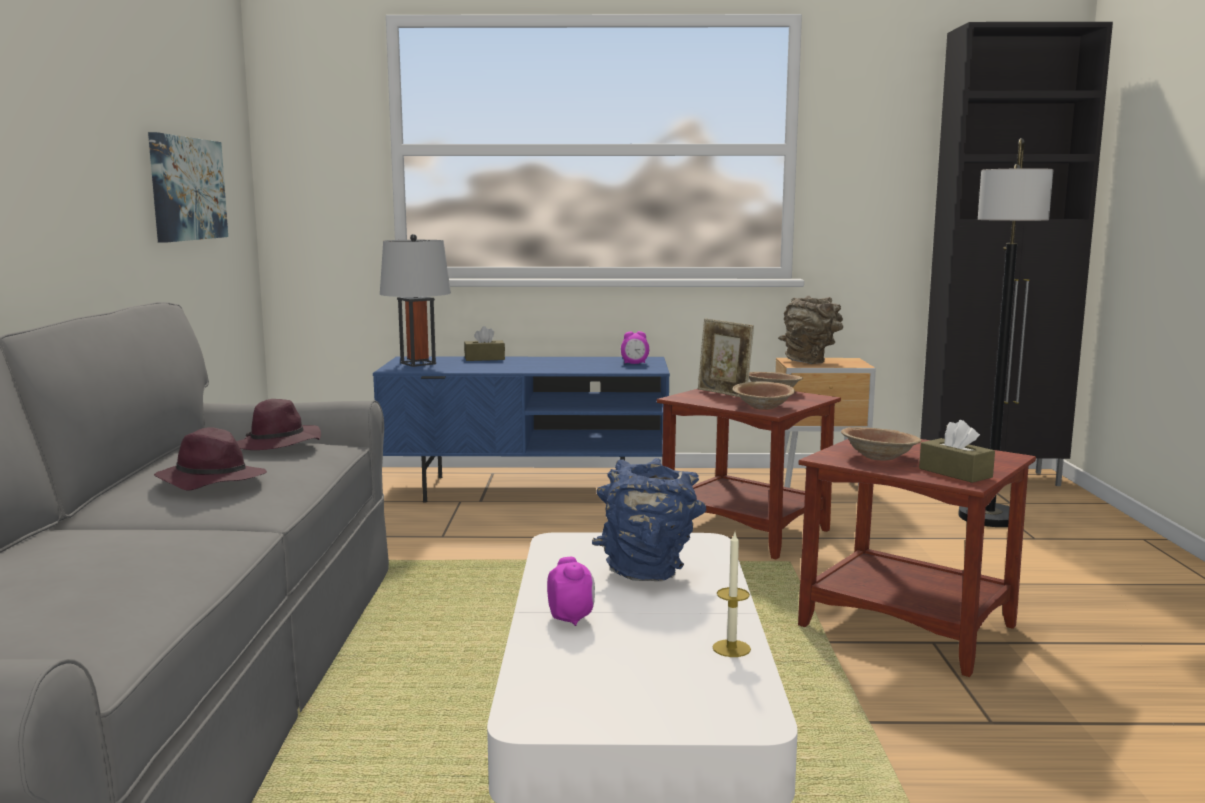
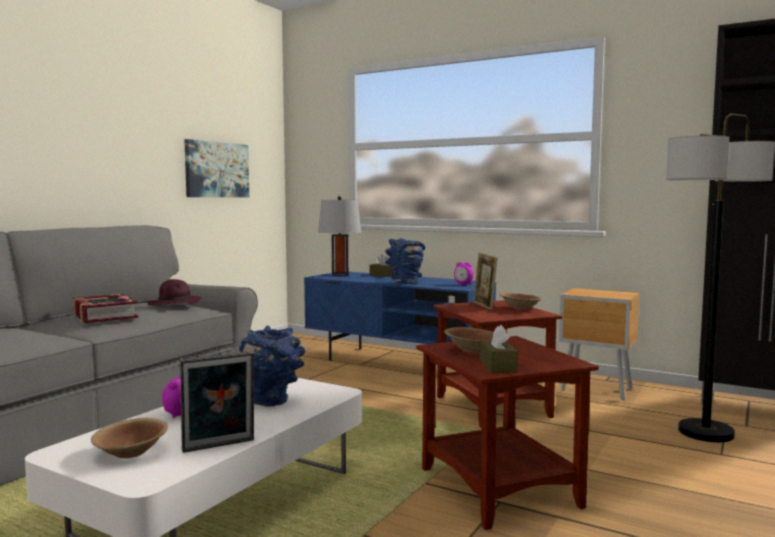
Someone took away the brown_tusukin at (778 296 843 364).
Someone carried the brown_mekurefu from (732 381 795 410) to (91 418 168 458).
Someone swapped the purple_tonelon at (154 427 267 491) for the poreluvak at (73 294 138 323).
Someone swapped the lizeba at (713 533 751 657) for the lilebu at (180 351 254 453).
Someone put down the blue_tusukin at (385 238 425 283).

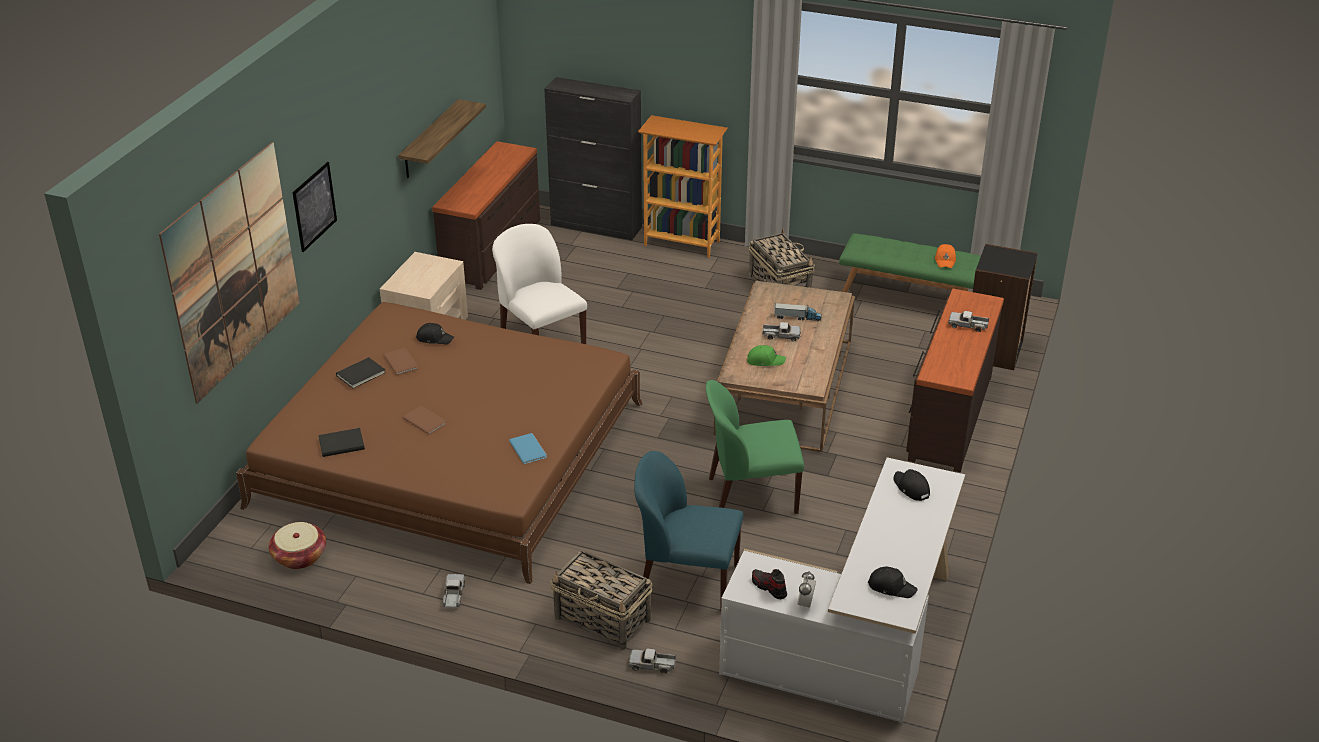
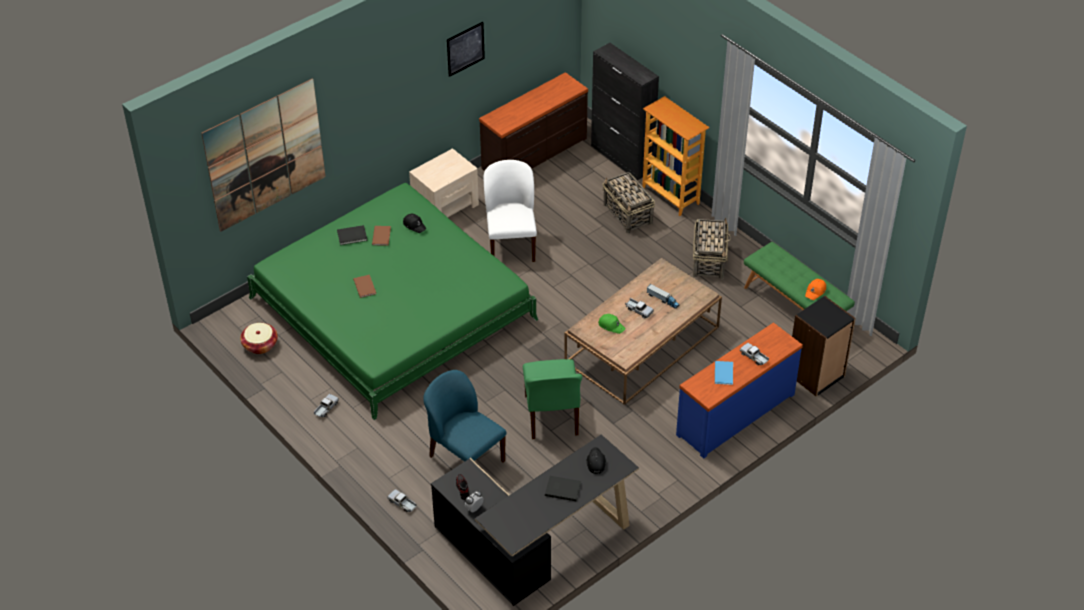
Someone took away the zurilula at (398 99 486 178).
Someone carried the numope from (292 162 337 252) to (447 22 485 77).
Someone repainted the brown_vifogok at (906 289 1004 472), which became the blue_vifogok at (676 322 803 458).
Someone repainted the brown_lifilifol at (236 302 643 584), which became the green_lifilifol at (247 183 539 420).
Someone rotated the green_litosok at (706 380 804 514) by 120 degrees counterclockwise.
Someone carried the black_poreluvak from (318 428 365 457) to (545 476 581 501).
Someone carried the blue_poreluvak from (509 433 547 464) to (715 361 733 385).
Someone repainted the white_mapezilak at (719 457 965 723), which became the black_mapezilak at (431 435 639 606).
Someone carried the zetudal from (550 550 652 650) to (603 172 655 233).
Someone took away the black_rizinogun at (868 566 918 598).

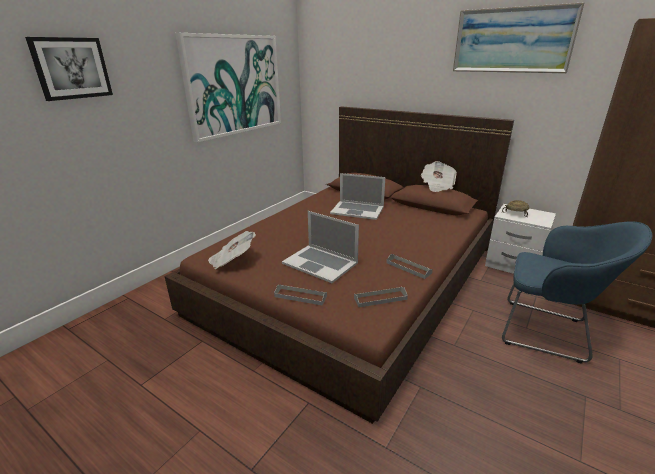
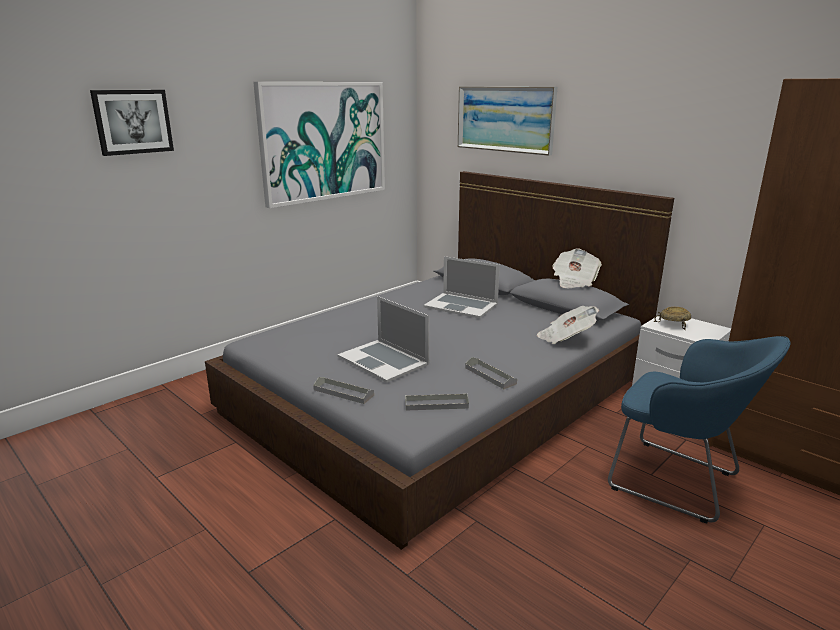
Someone carried the numope from (453 2 584 73) to (458 86 557 156).
Someone repainted the brown_lifilifol at (164 107 514 424), which became the grey_lifilifol at (205 171 674 550).
Someone carried the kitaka from (208 231 256 270) to (537 306 599 344).

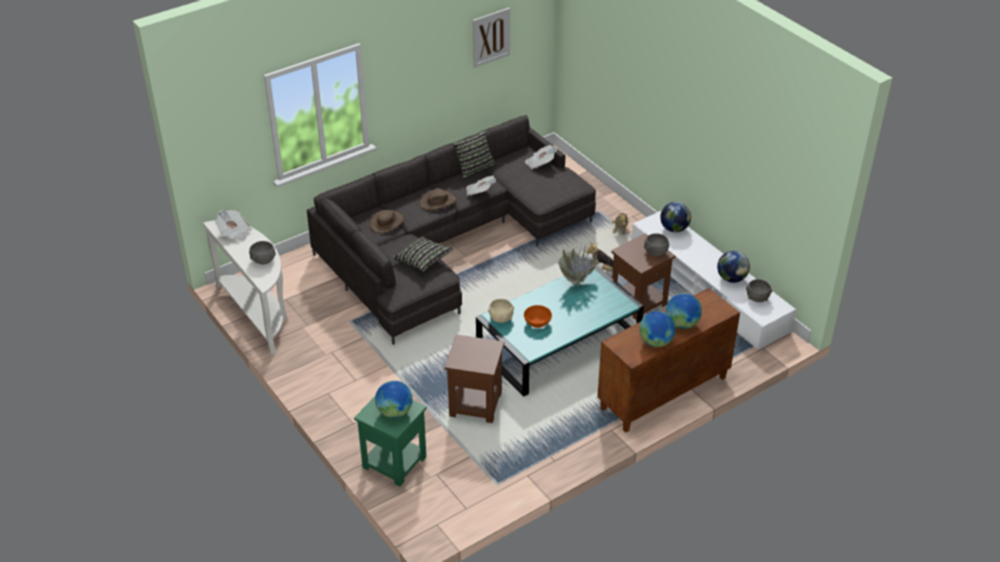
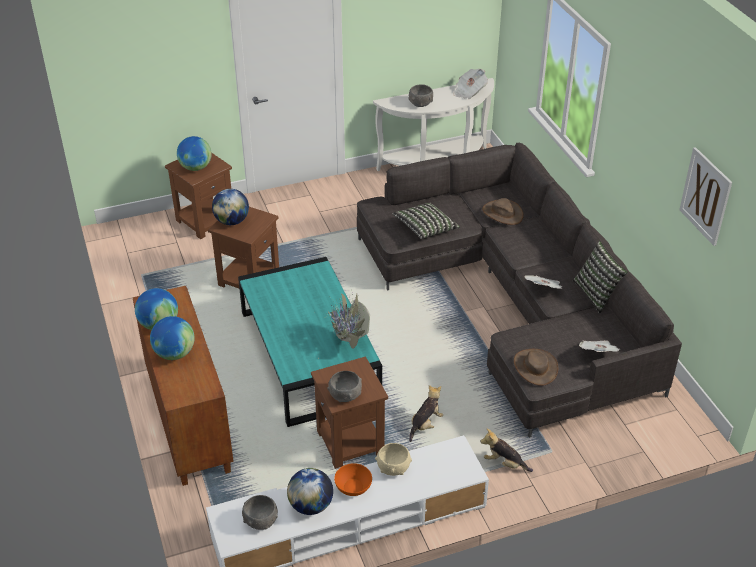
Someone carried the brown_tonelon from (419 188 456 210) to (514 349 558 386).
Someone carried the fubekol from (660 202 691 232) to (212 189 249 225).
Someone carried the beige_mekurefu from (488 299 514 323) to (375 443 412 476).
Someone carried the orange_mekurefu from (524 305 552 328) to (334 463 372 496).
Someone repainted the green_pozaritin at (354 397 427 486), which became the brown_pozaritin at (165 152 232 239).

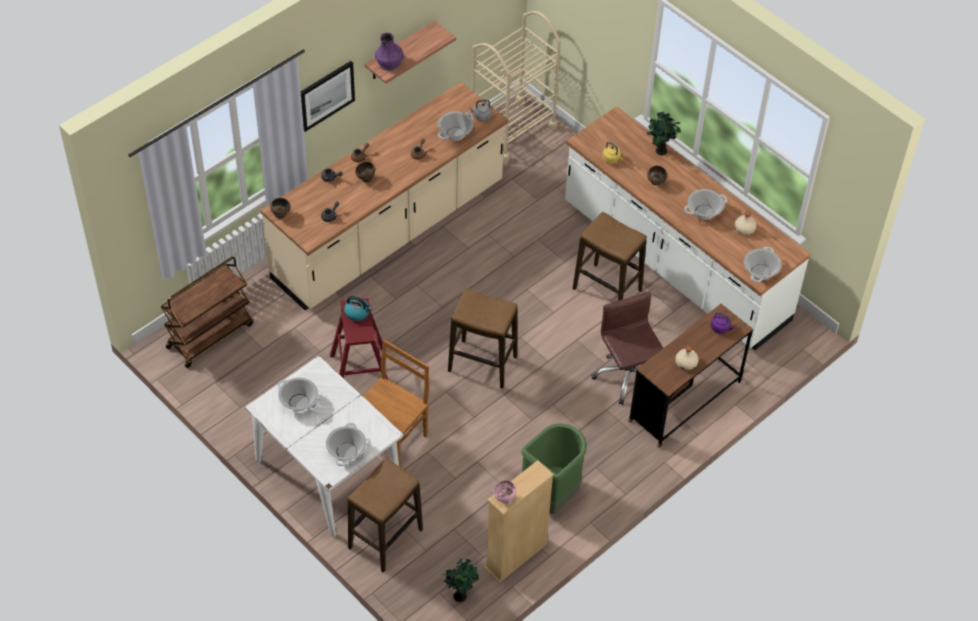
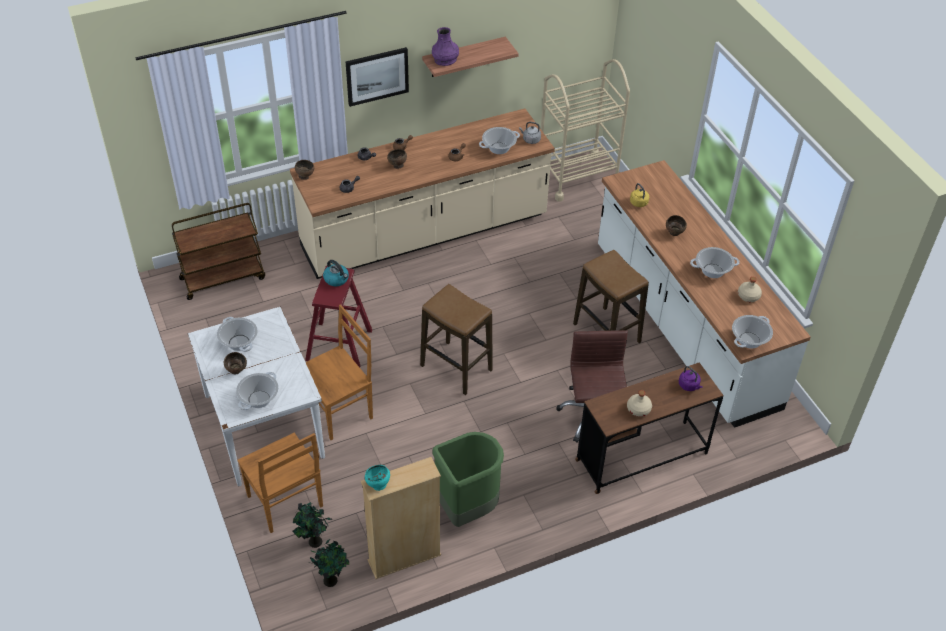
Someone carried the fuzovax from (647 111 681 155) to (292 502 332 548).
Someone swapped the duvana at (348 458 423 573) for the brown_litosok at (237 433 323 533).
Someone repainted the pink_mekurefu at (493 480 516 504), which became the turquoise_mekurefu at (365 465 390 491).
Someone put down the brown_mekurefu at (224 352 247 374).

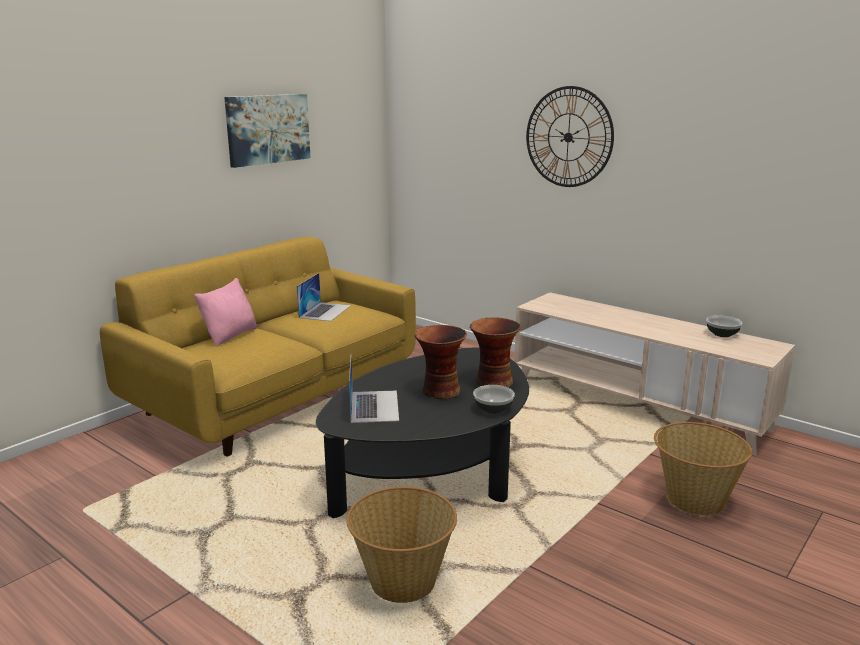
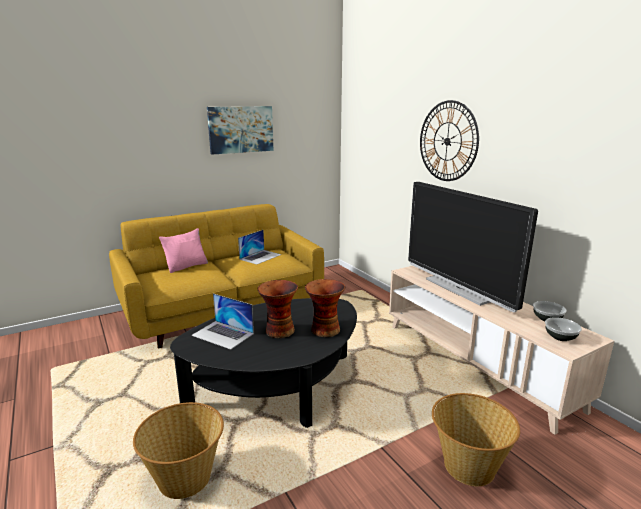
Someone rotated the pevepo at (349 358 399 423) by 105 degrees clockwise.
Someone carried the mekurefu from (473 385 515 414) to (545 317 582 341).
Someone put down the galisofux at (408 182 538 312).

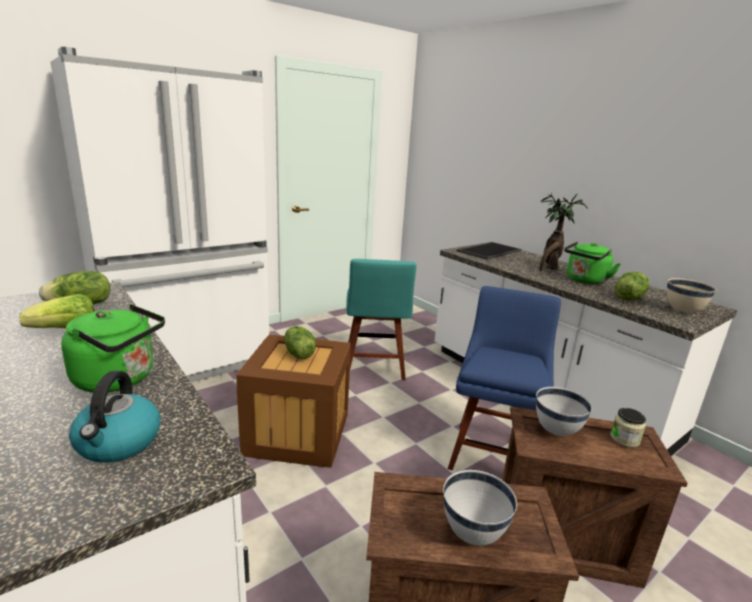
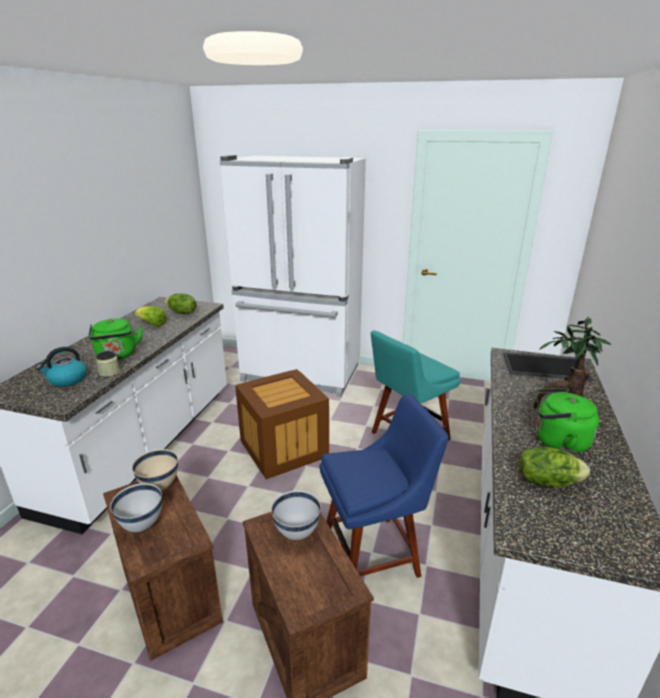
Someone carried the beige_mekurefu from (667 278 717 313) to (132 449 178 491).
Someone took away the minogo at (284 326 316 359).
Someone carried the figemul from (610 408 646 447) to (96 351 120 377).

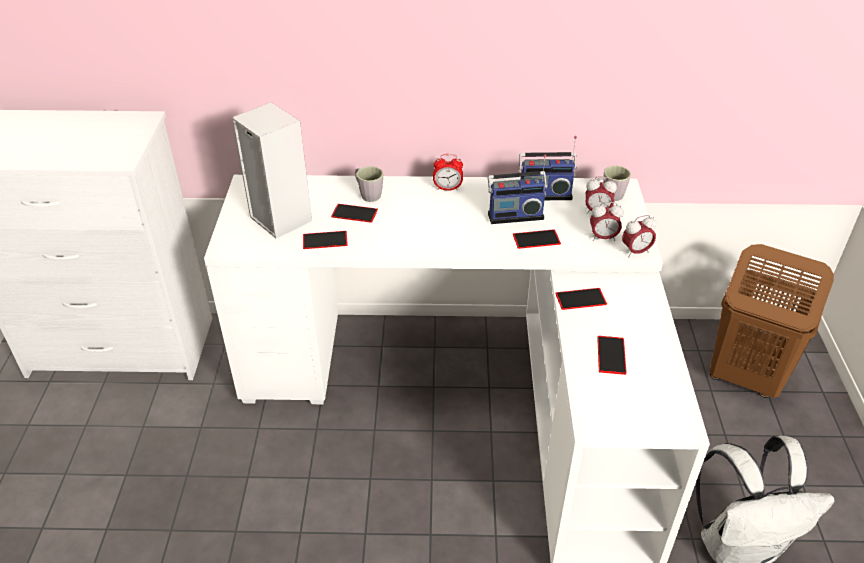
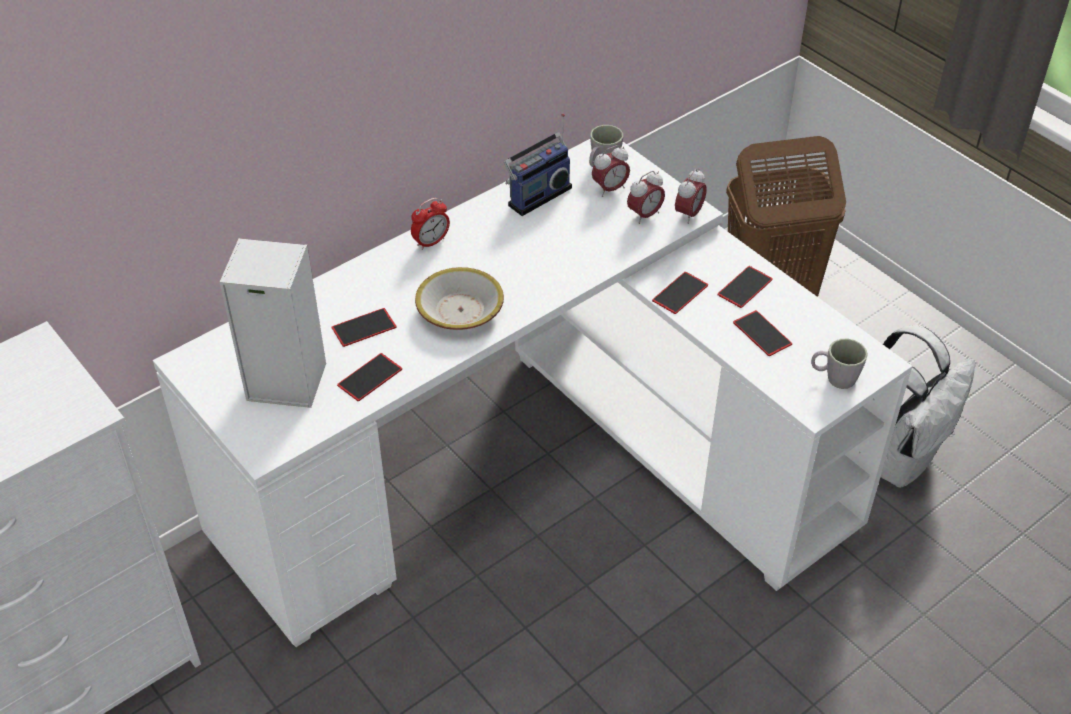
Someone took away the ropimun at (488 155 547 224).
Someone carried the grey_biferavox from (355 166 383 202) to (811 339 868 389).
Someone carried the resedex from (513 229 561 249) to (718 266 773 308).
Someone put down the mekurefu at (415 267 504 330).

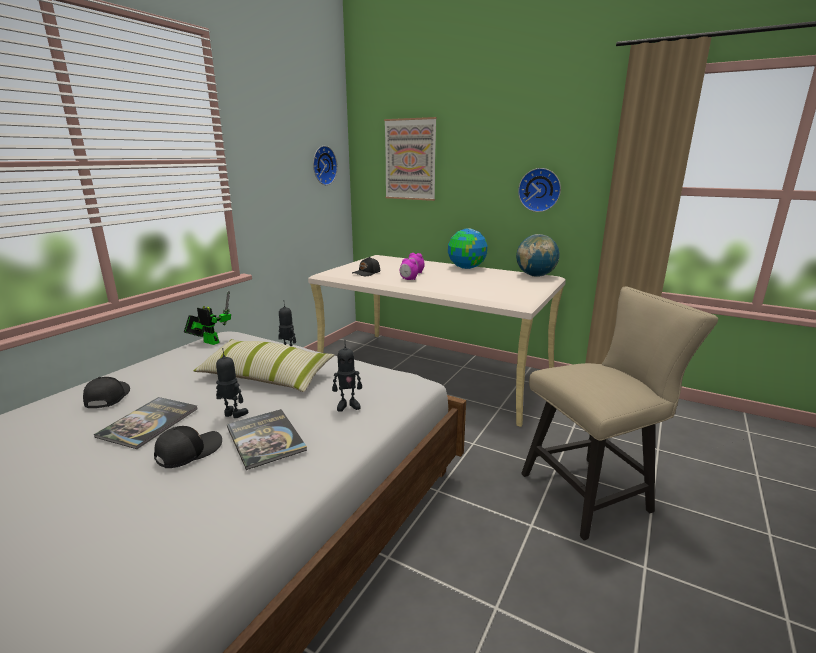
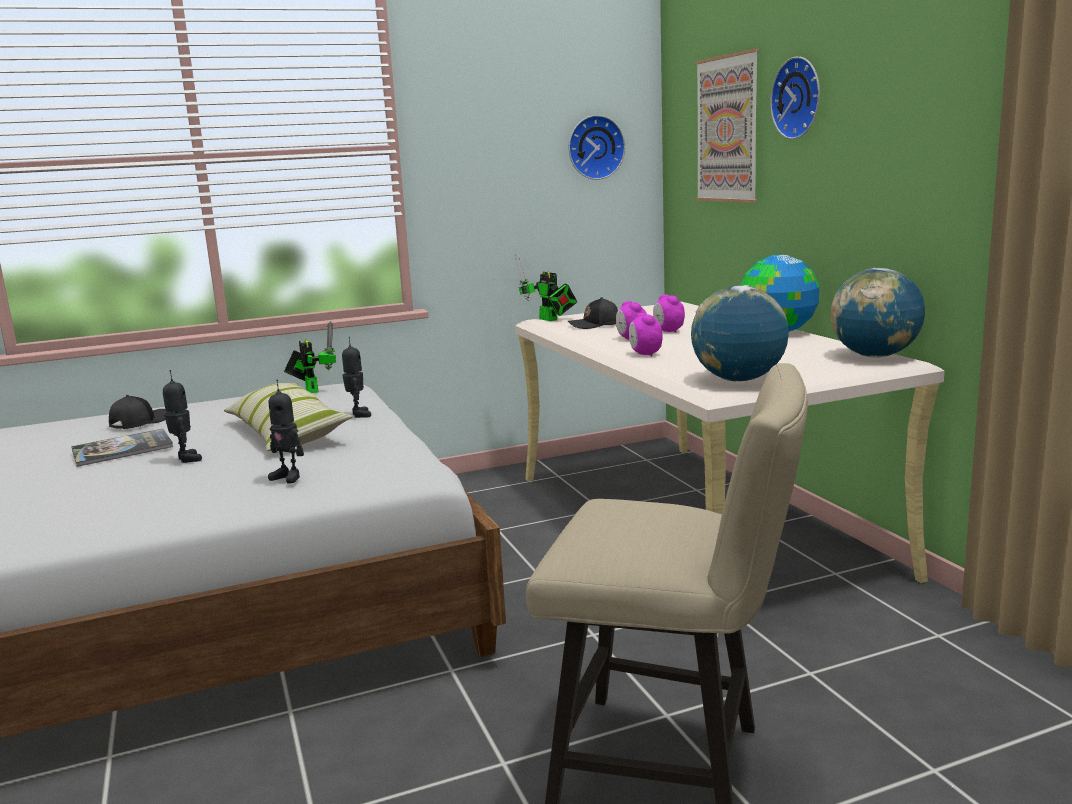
Someone carried the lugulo from (518 168 561 212) to (770 56 820 139).
Someone took away the poreluvak at (227 409 307 470).
Someone took away the black_rizinogun at (154 426 222 468).
Someone put down the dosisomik at (515 255 577 321).
Someone put down the fubekol at (691 285 789 382).
Someone put down the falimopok at (629 313 663 356).

